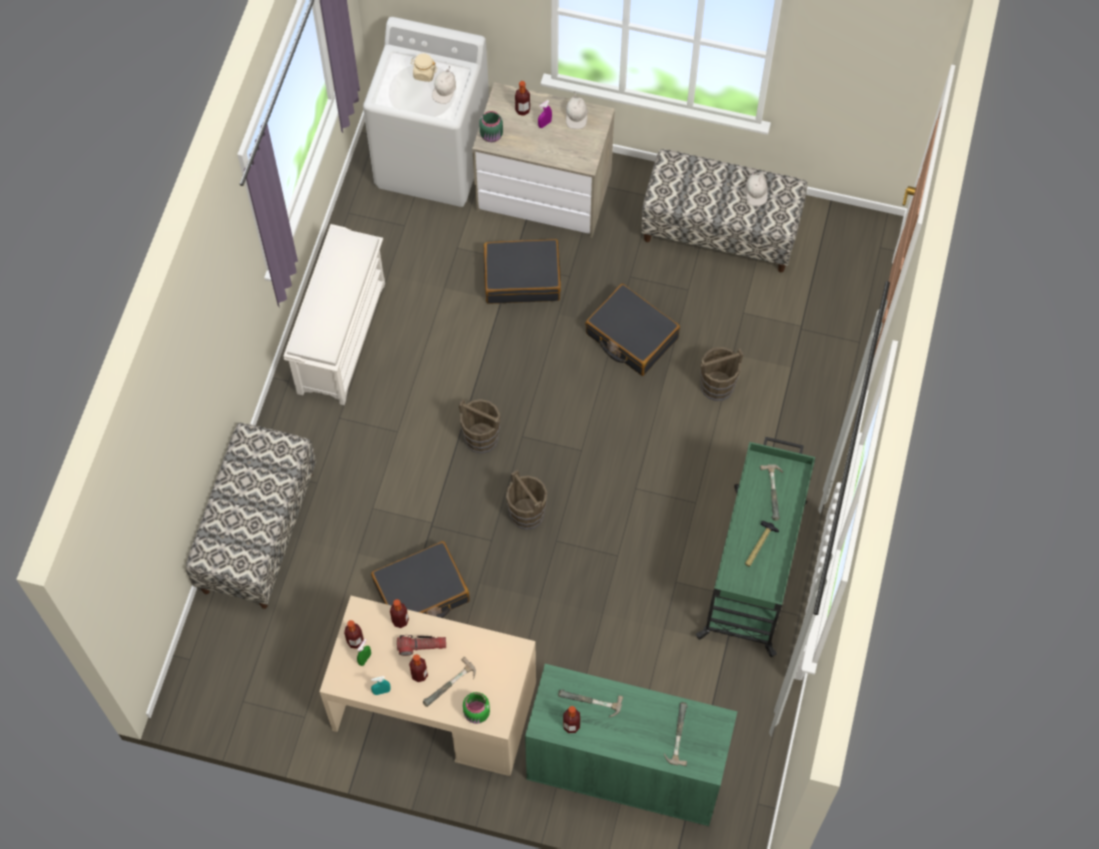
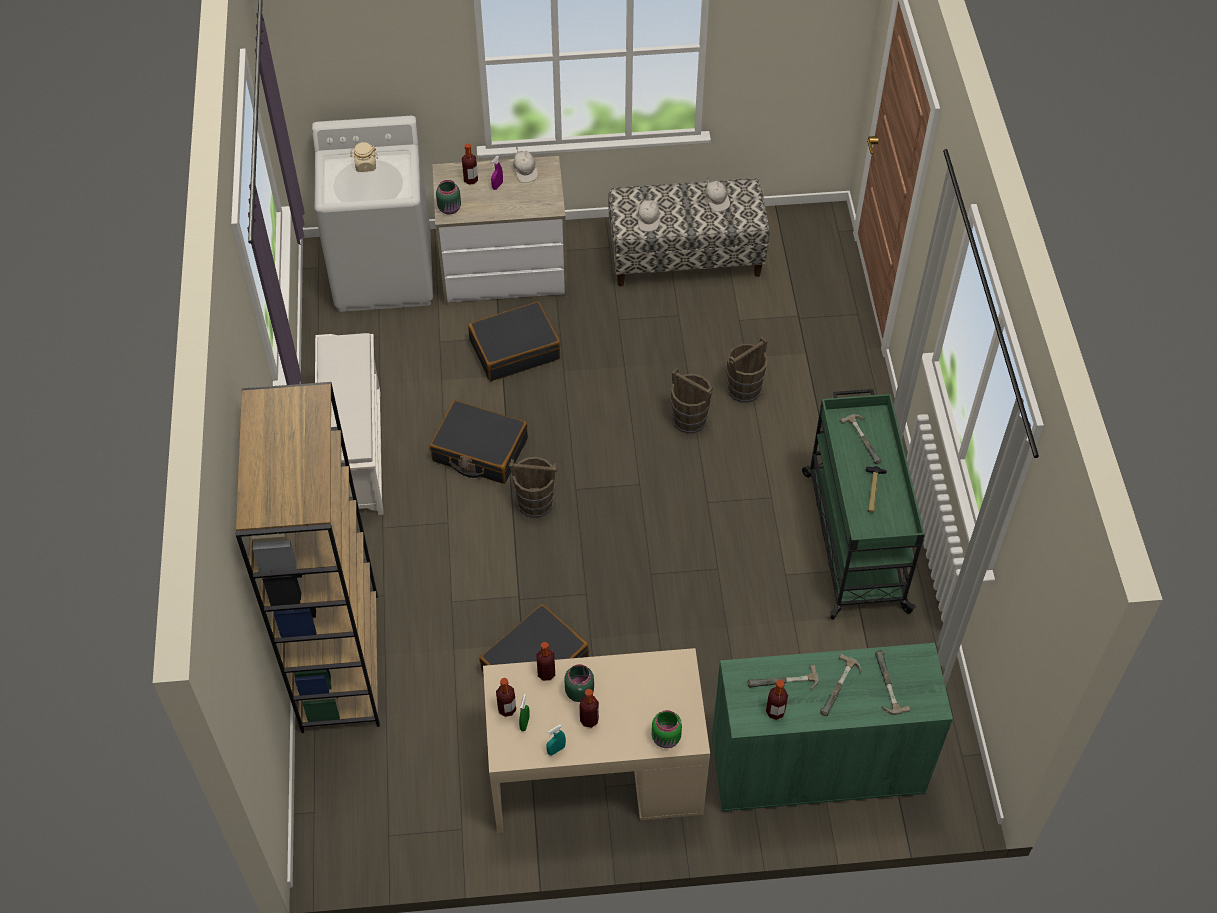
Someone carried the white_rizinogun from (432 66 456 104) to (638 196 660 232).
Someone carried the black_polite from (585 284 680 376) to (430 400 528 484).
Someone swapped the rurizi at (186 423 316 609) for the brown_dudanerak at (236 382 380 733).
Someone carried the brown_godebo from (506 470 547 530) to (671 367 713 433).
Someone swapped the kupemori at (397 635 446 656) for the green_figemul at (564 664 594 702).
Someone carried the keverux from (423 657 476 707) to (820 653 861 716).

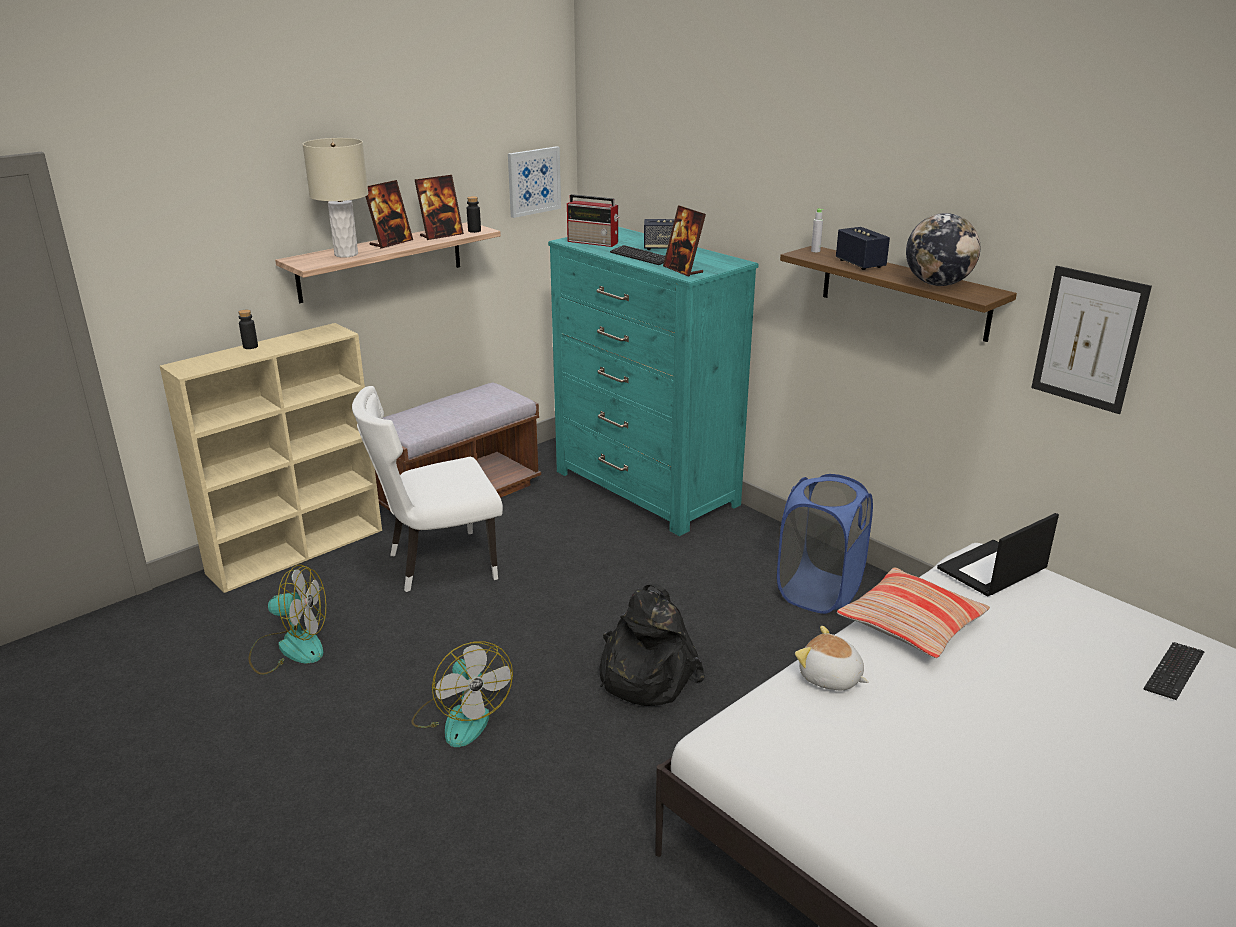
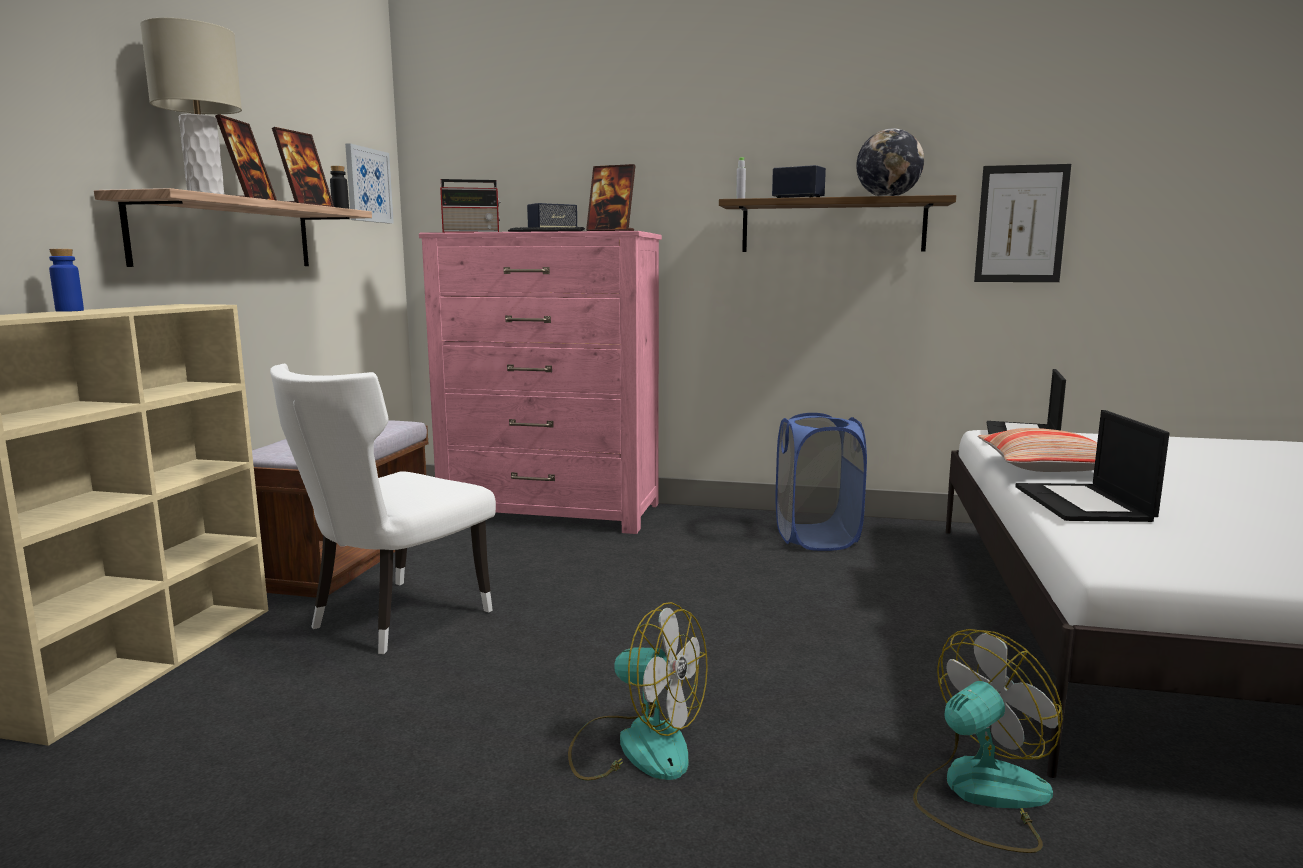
Someone repainted the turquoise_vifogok at (548 227 759 536), which became the pink_vifogok at (419 231 662 534).
Someone repainted the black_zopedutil at (238 310 258 349), which became the blue_zopedutil at (49 249 84 312).
Someone carried the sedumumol from (248 565 326 675) to (913 629 1063 853).
Someone took away the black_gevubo at (599 584 705 706).
Someone swapped the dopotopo at (795 626 869 690) for the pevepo at (1015 410 1170 522).
Someone took away the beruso at (1143 642 1205 700).

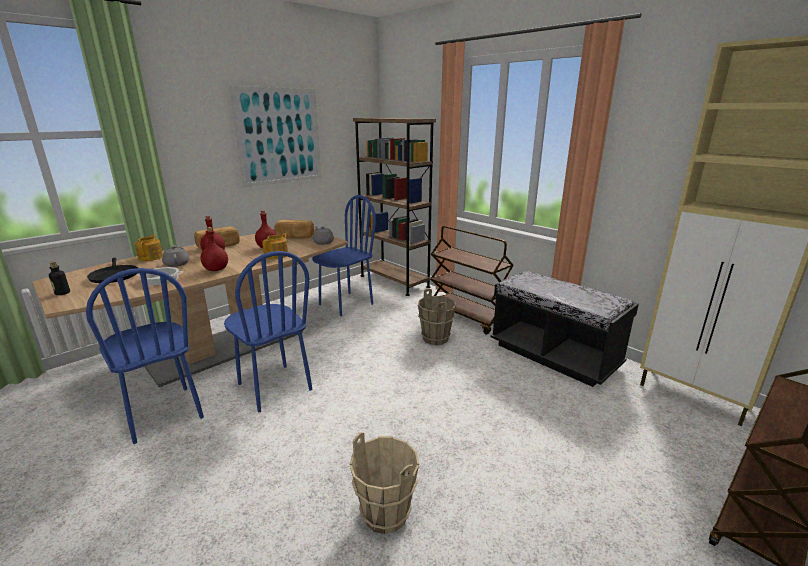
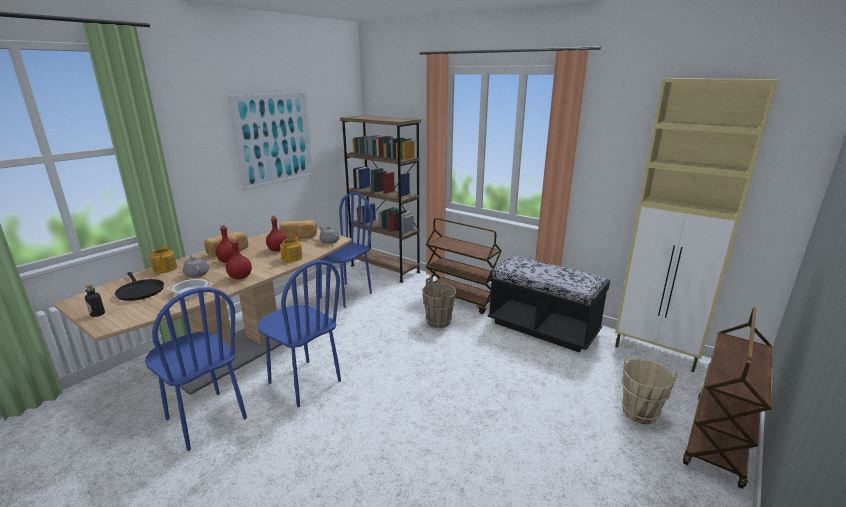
Someone carried the beige_godebo from (350 432 419 534) to (621 357 678 424).

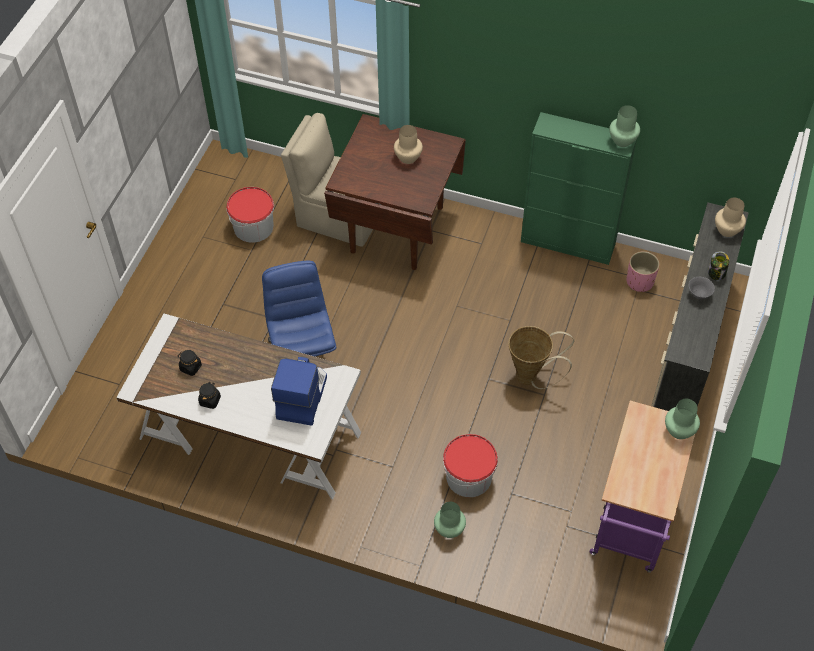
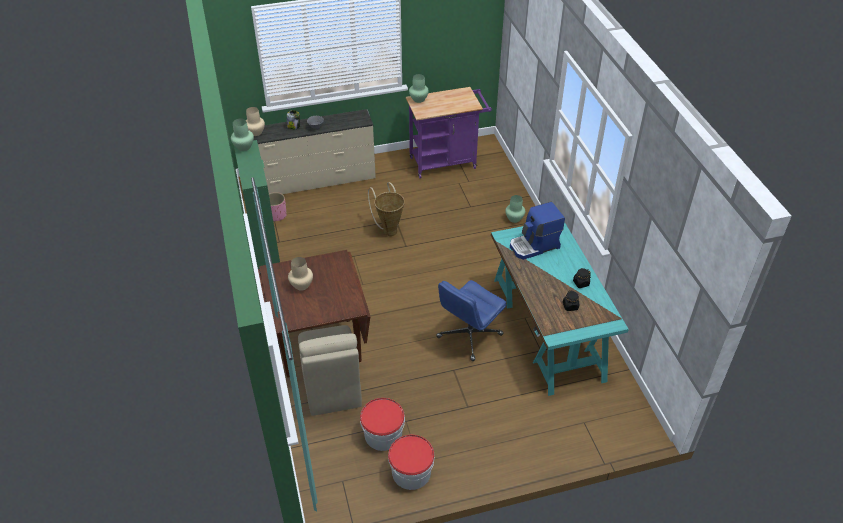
Someone repainted the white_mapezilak at (116 314 361 499), which became the turquoise_mapezilak at (491 222 629 396).
Someone carried the godebo from (443 434 498 497) to (388 435 435 490).

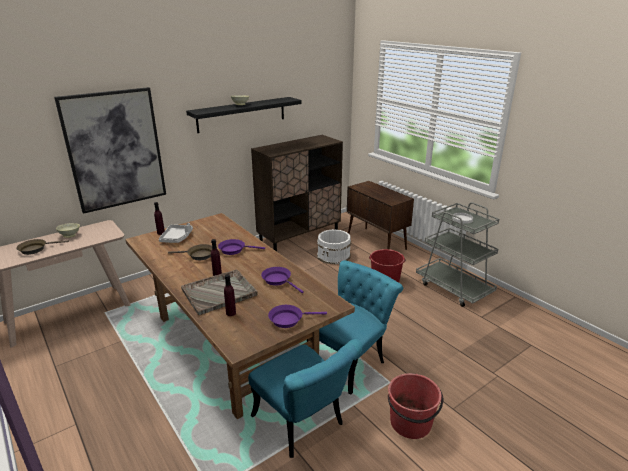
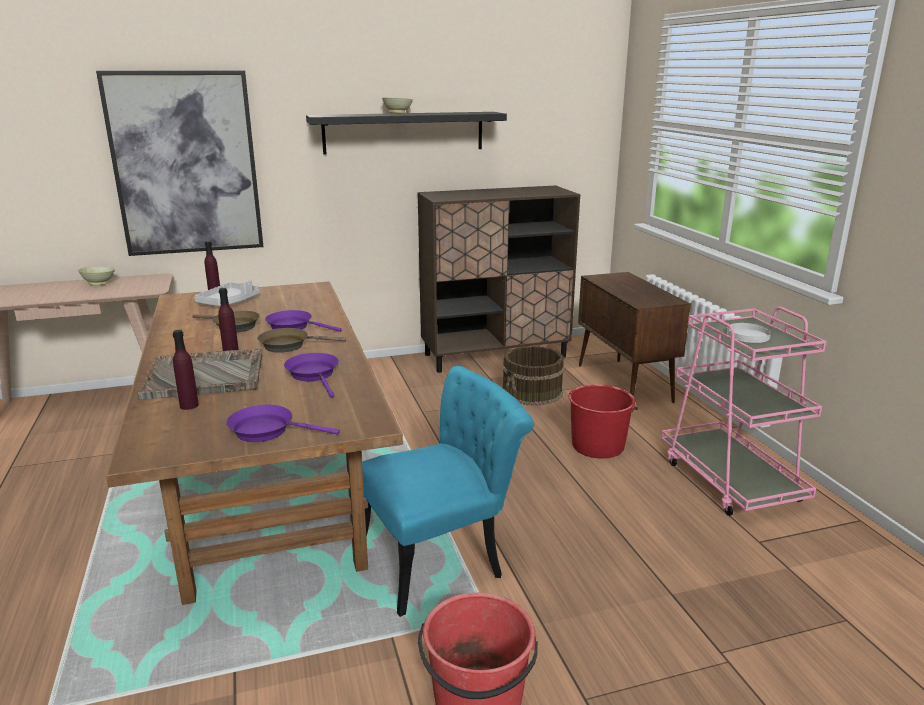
Someone repainted the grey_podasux at (416 202 499 307), which became the pink_podasux at (661 307 826 516).
Someone repainted the white_godebo at (317 229 351 264), which became the brown_godebo at (502 346 564 406).
Someone carried the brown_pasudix from (16 239 69 255) to (258 328 346 353).
Someone took away the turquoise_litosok at (248 339 362 458).

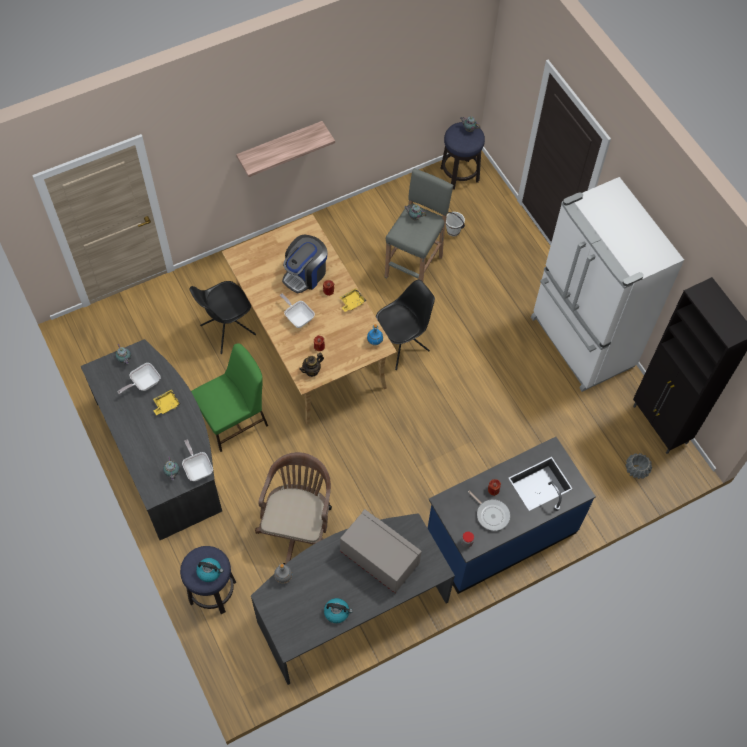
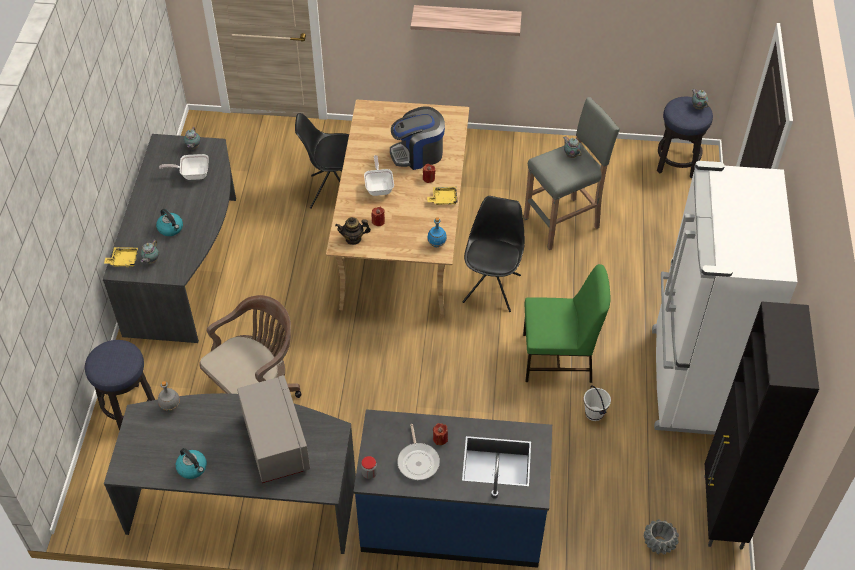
Someone carried the white_godebo from (446 212 465 236) to (584 385 611 421).
Someone rotated the black_litosok at (376 280 435 370) by 75 degrees counterclockwise.
Someone carried the green_litosok from (191 343 268 452) to (523 264 610 383).
Someone carried the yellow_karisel from (153 389 180 415) to (104 247 138 267).
Someone took away the pasudix at (182 440 213 481).
Someone carried the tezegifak from (196 558 224 582) to (156 209 183 236).

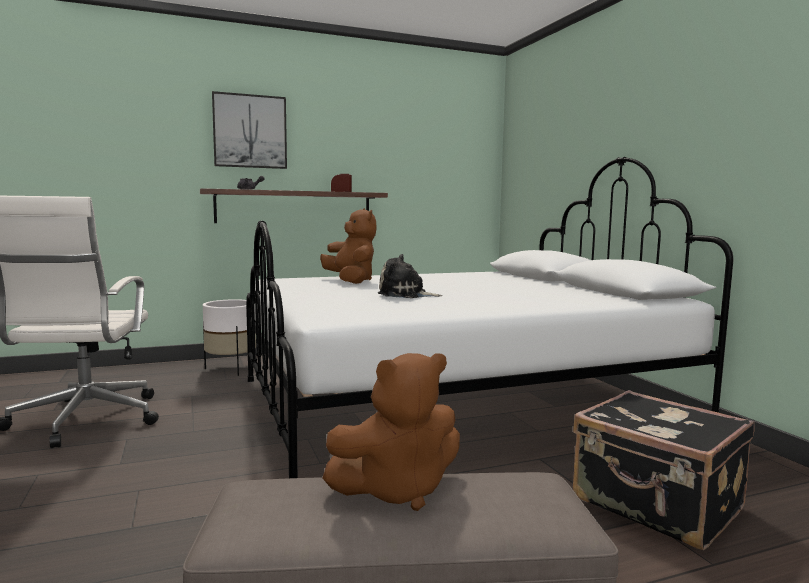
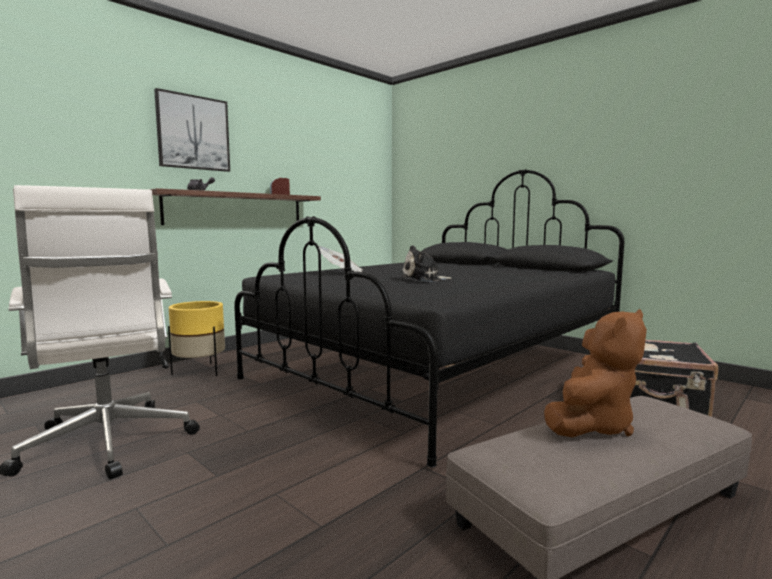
Someone repainted the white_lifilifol at (246 157 733 478), which became the black_lifilifol at (234 169 624 467).
Someone swapped the brown_dopotopo at (320 208 377 284) for the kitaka at (318 246 363 272).
Someone repainted the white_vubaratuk at (203 299 256 376), which became the yellow_vubaratuk at (168 301 225 376).

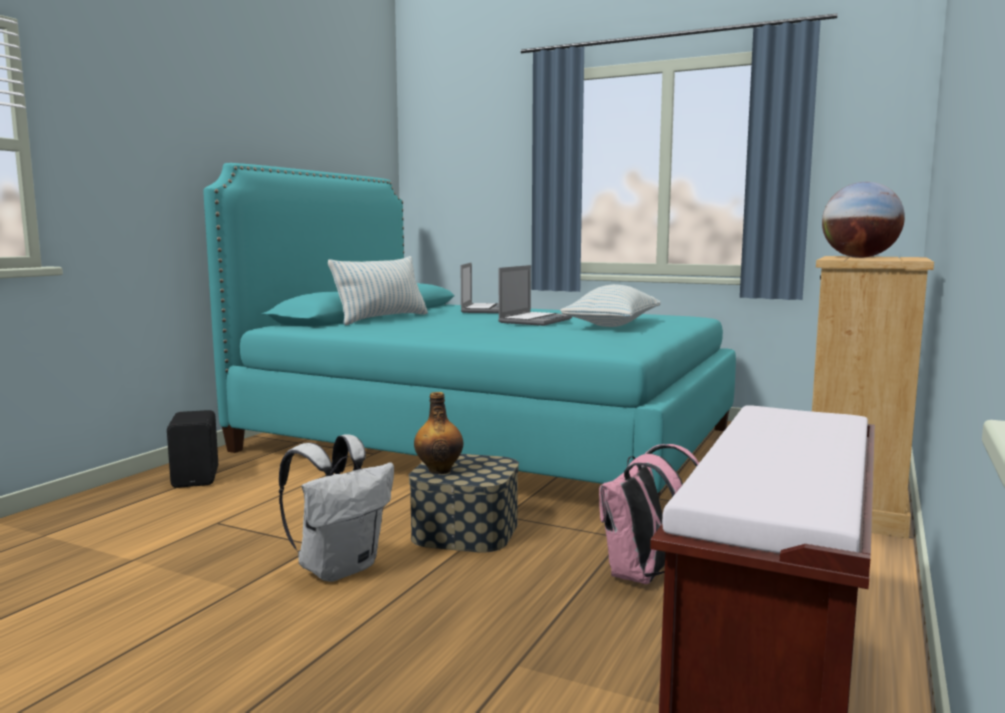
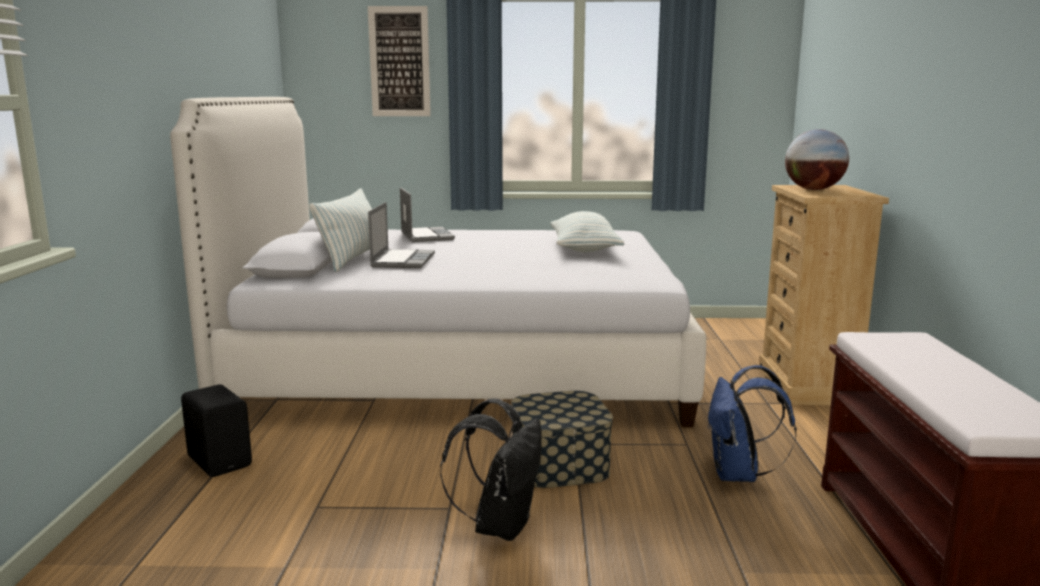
Someone repainted the turquoise_lifilifol at (203 163 736 498), which became the white_lifilifol at (170 97 706 427).
Someone carried the pevepo from (498 265 572 326) to (368 202 435 268).
Someone took away the zopedutil at (414 392 463 474).
Someone repainted the white_gevubo at (279 434 394 582), which became the black_gevubo at (440 398 542 541).
Someone repainted the pink_gevubo at (599 444 699 584), which became the blue_gevubo at (707 365 797 482).
Someone put up the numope at (368 6 431 116).

